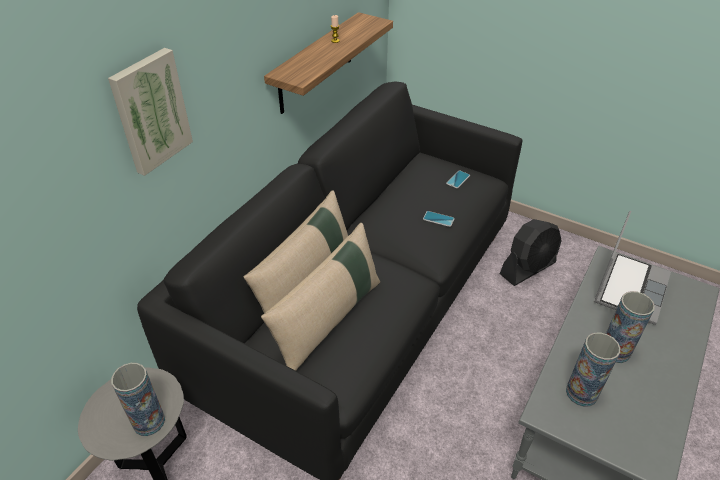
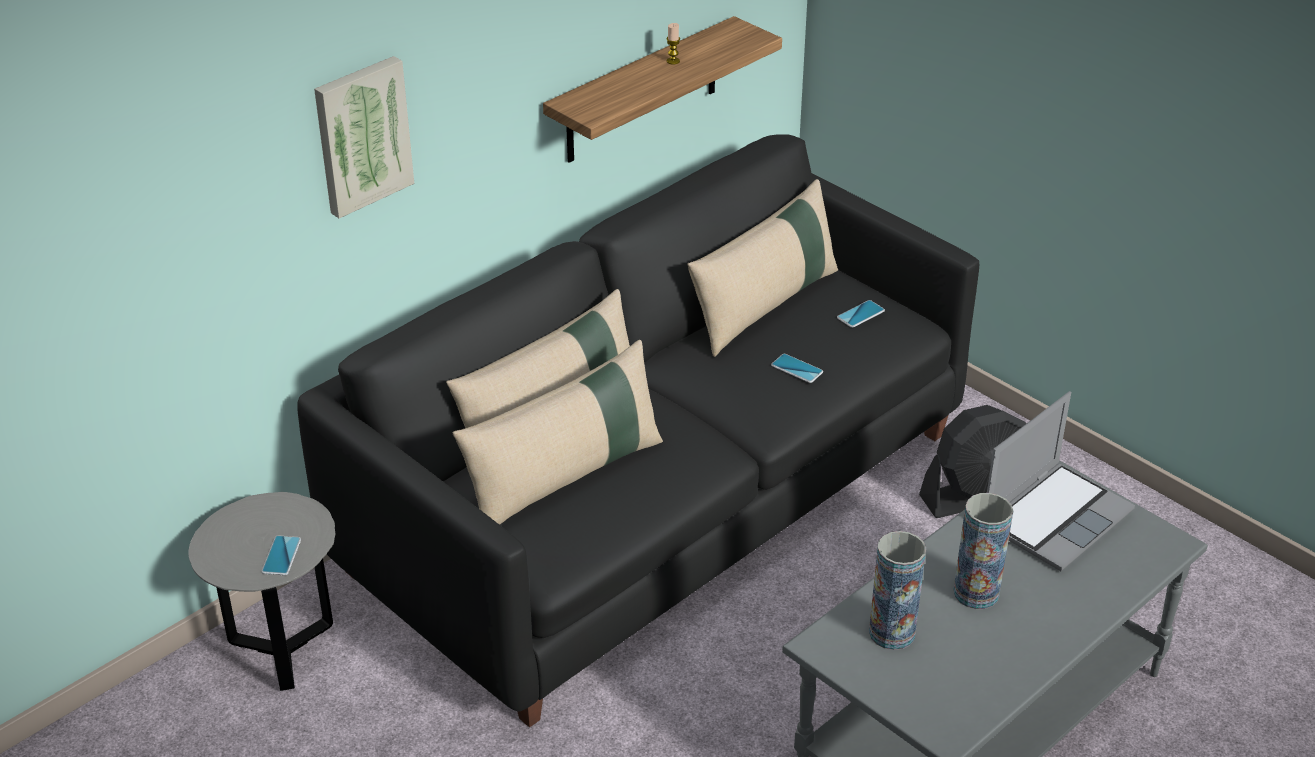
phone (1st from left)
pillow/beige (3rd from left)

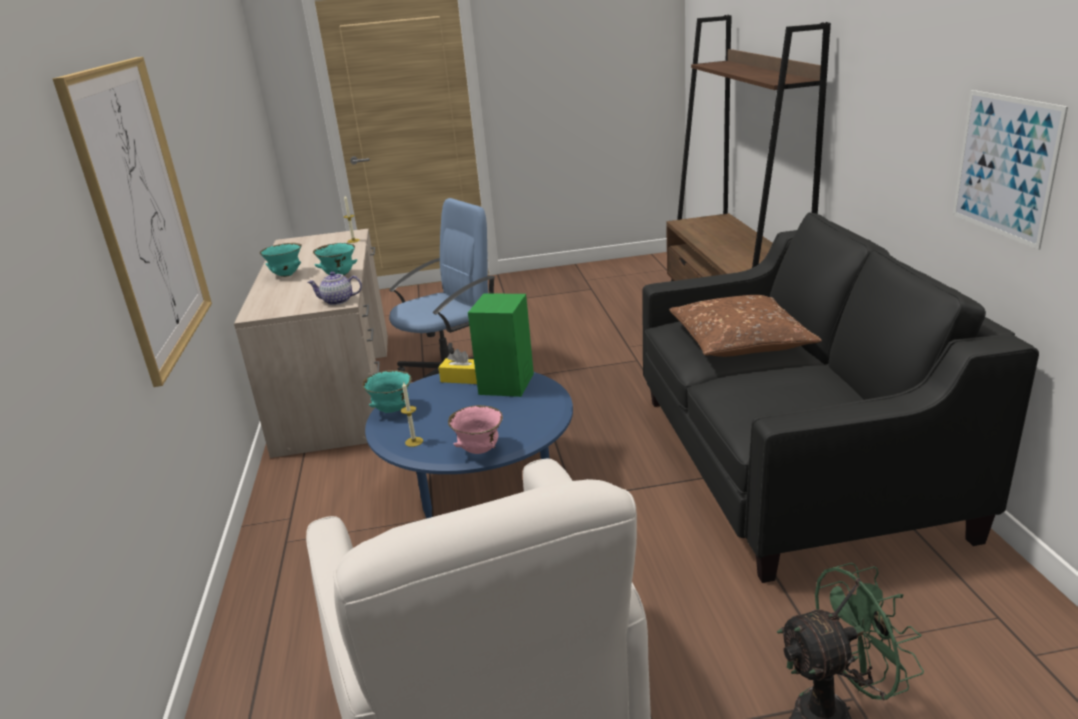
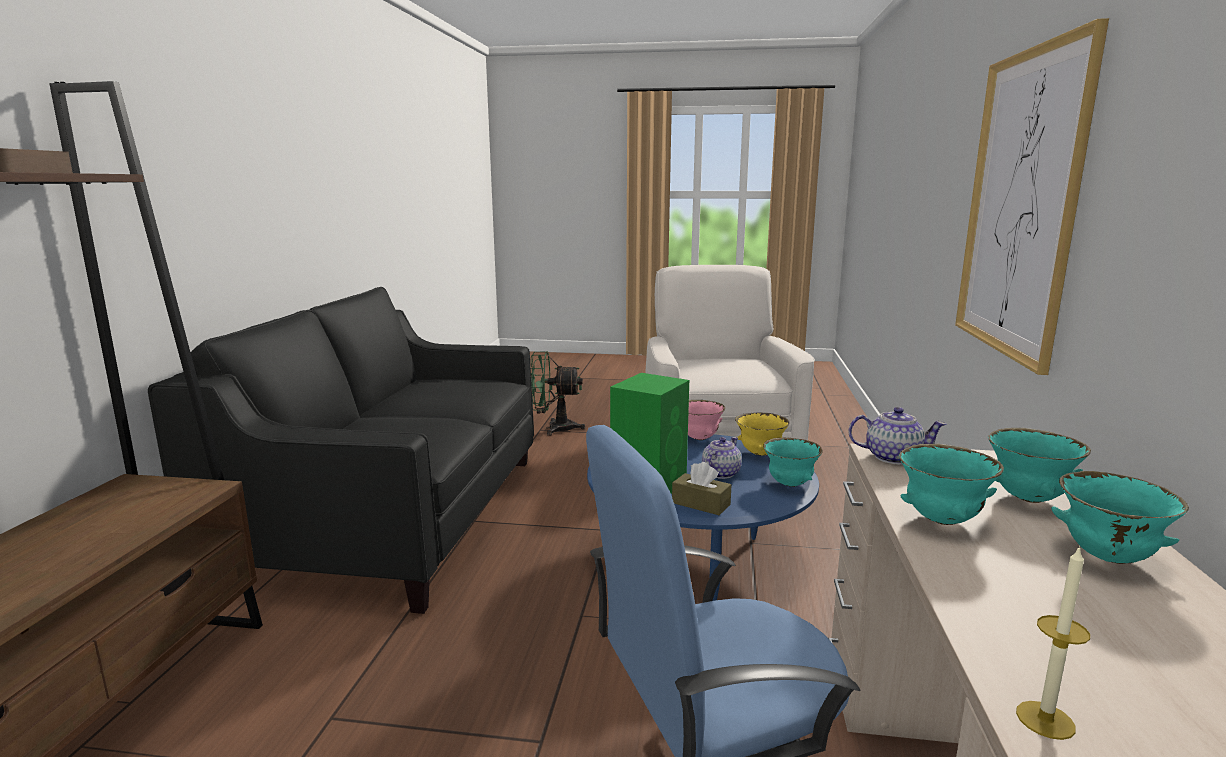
picture (2nd from left in the first image)
pillow/brown
tissue box/brown
bowl/yellow
bowl/turquoise (3rd from left)
teapot (1st from left)

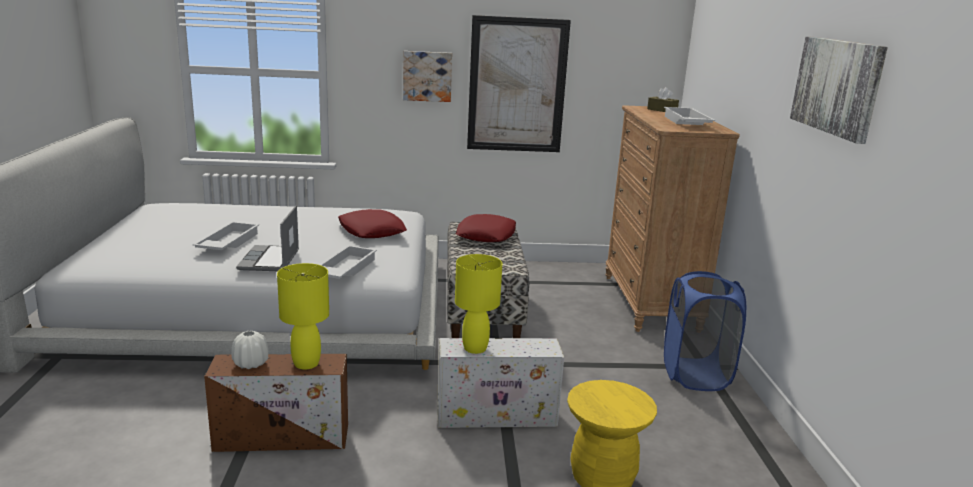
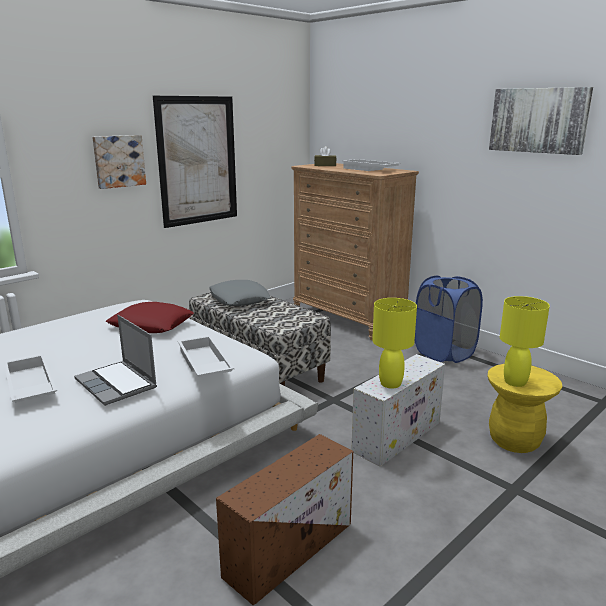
pillow/grey
table lamp/yellow (2nd from left)
vase/white

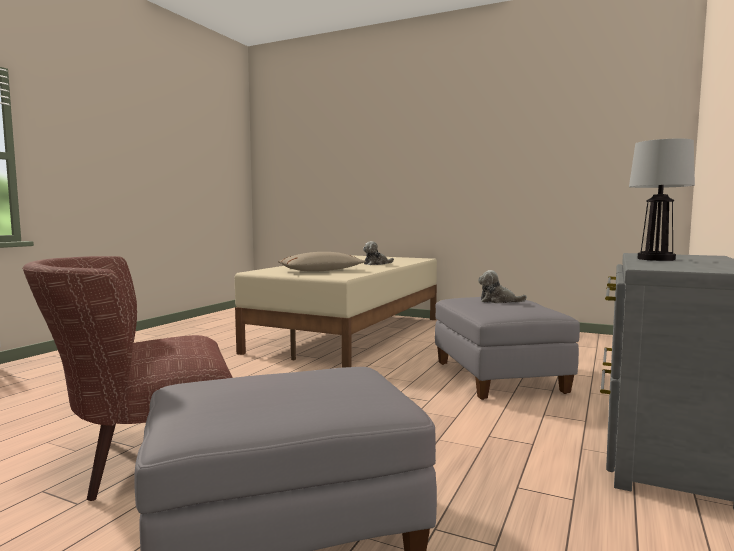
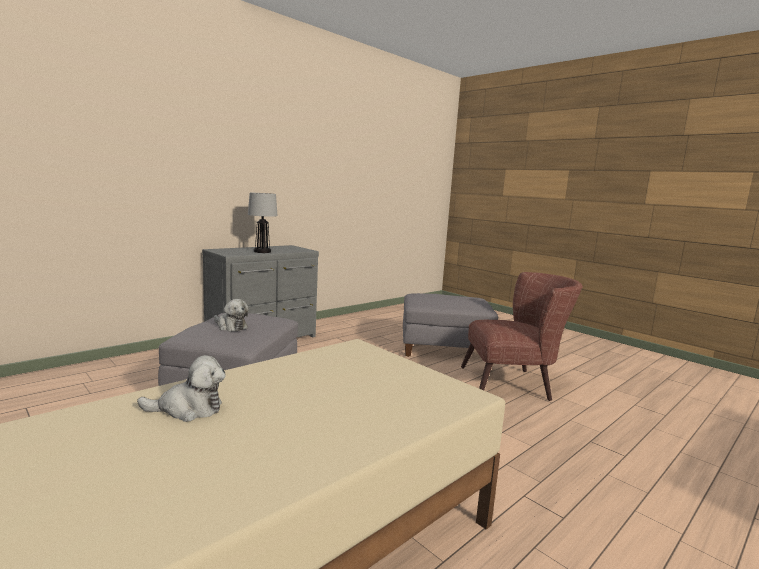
pillow/beige

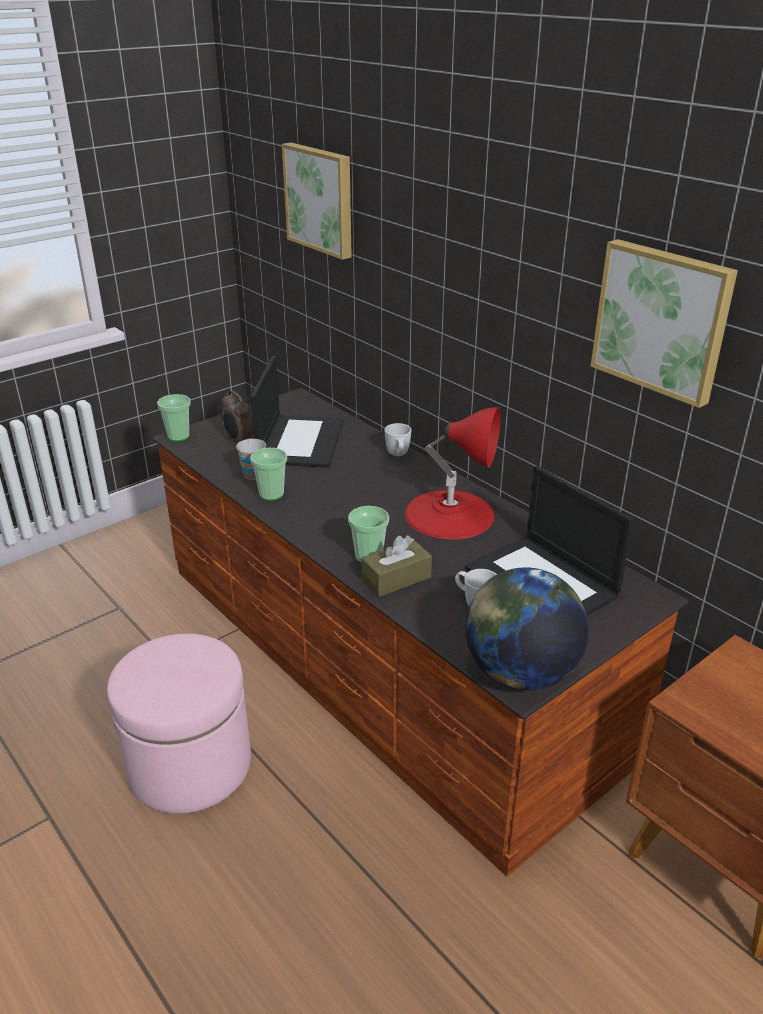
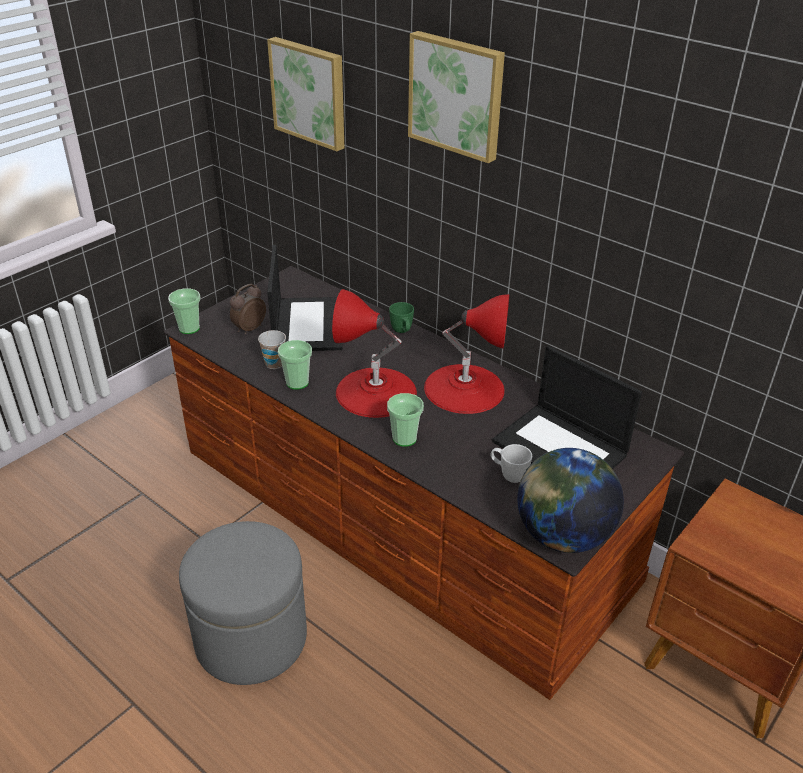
picture (2nd from left)
alarm clock
mug/green
tissue box/brown
ottoman/grey
table lamp/red (1st from left)

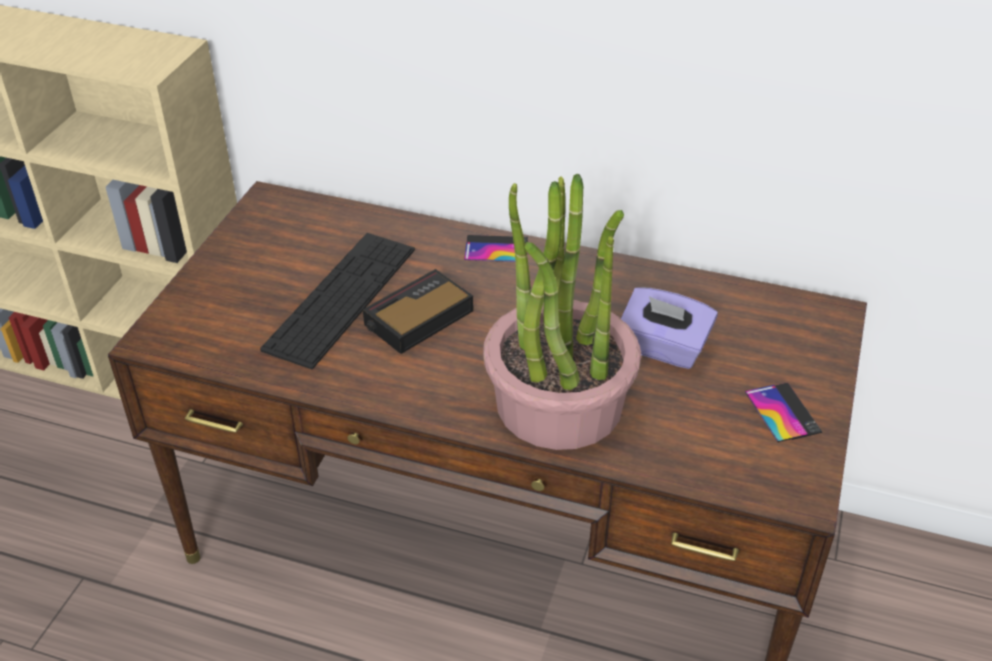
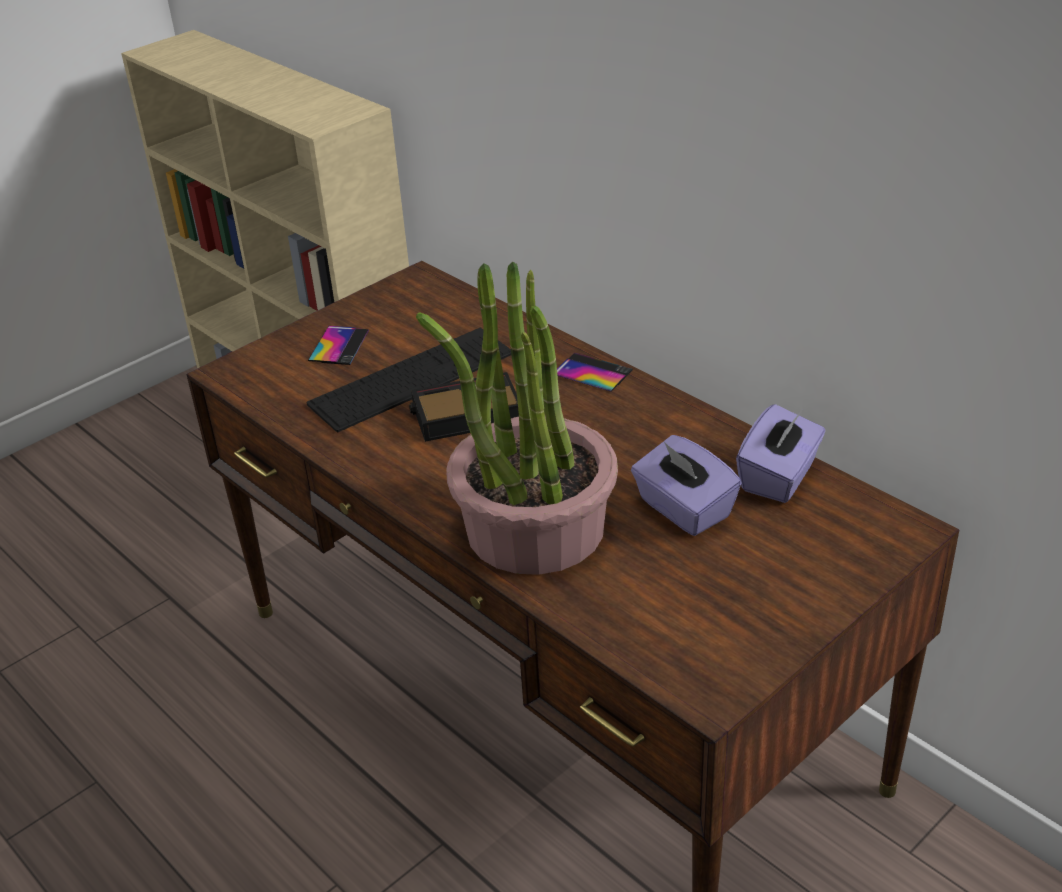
phone (1st from left)
tissue box/purple (2nd from left)

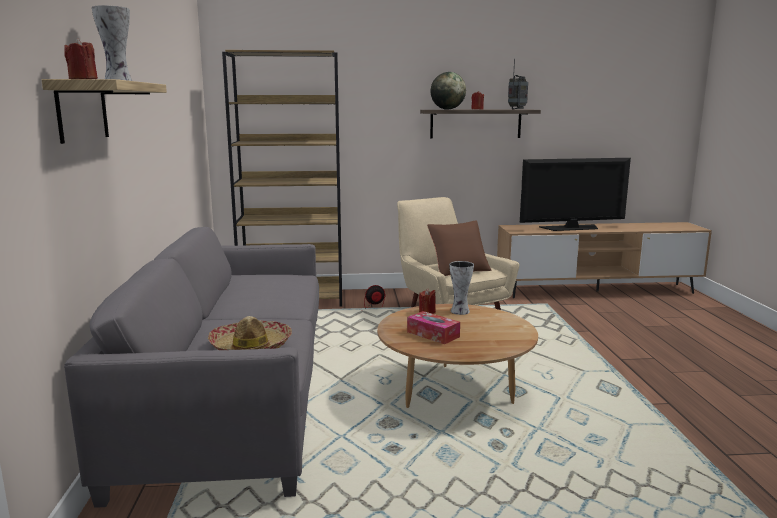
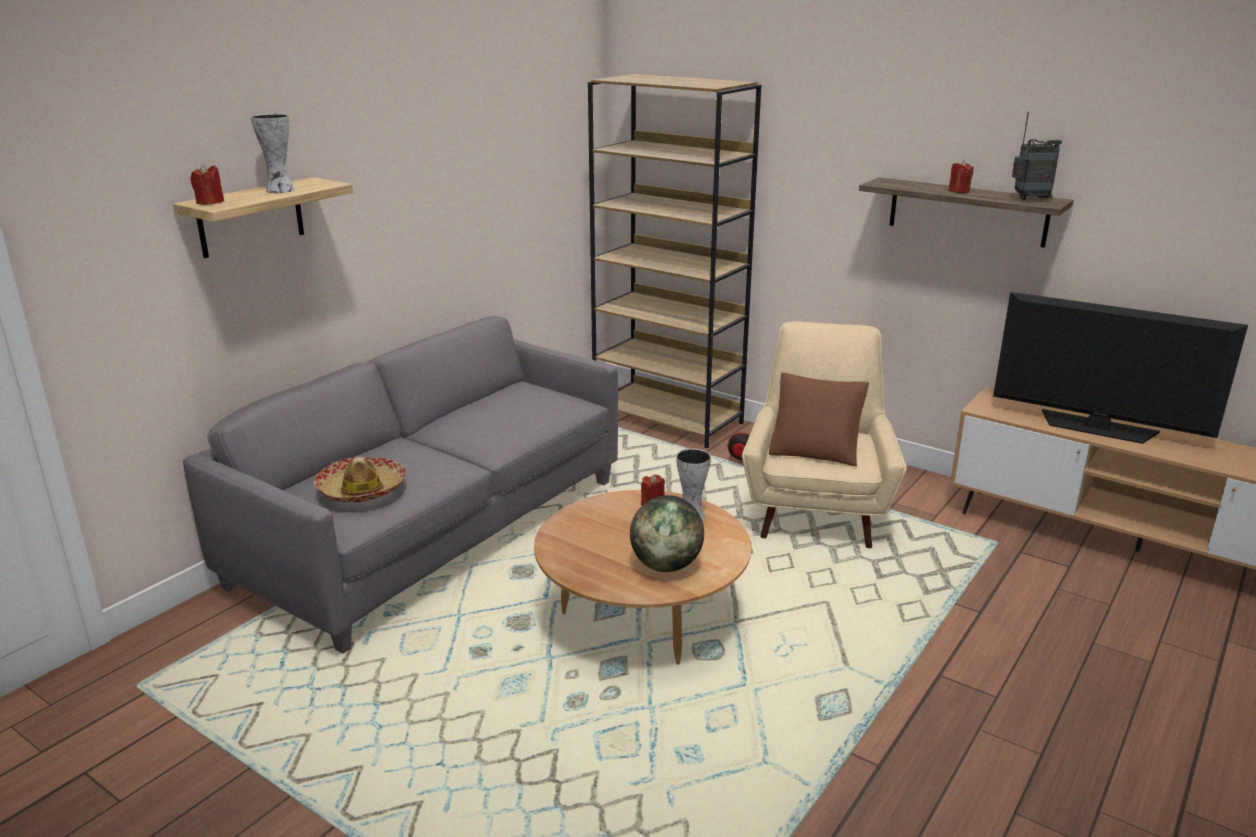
globe
tissue box

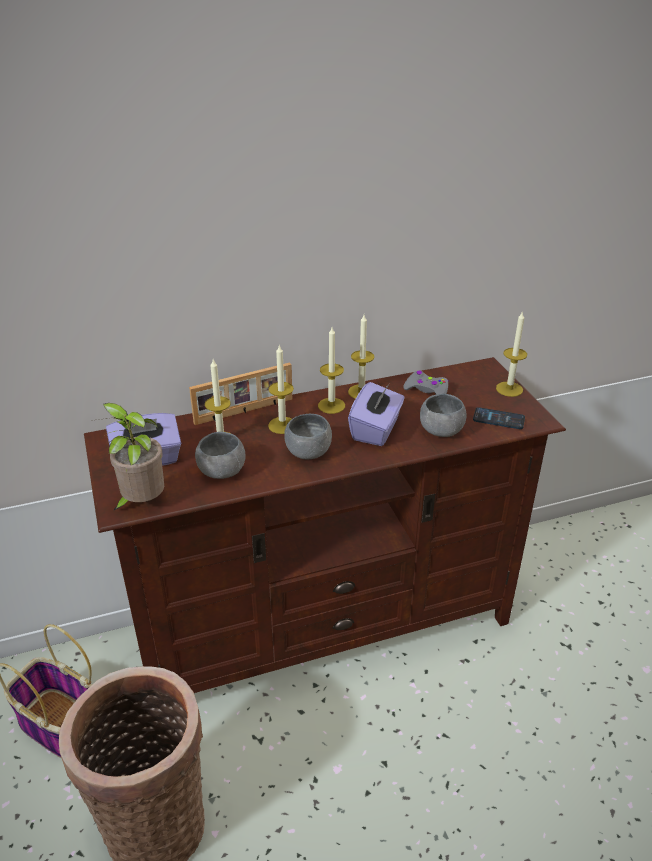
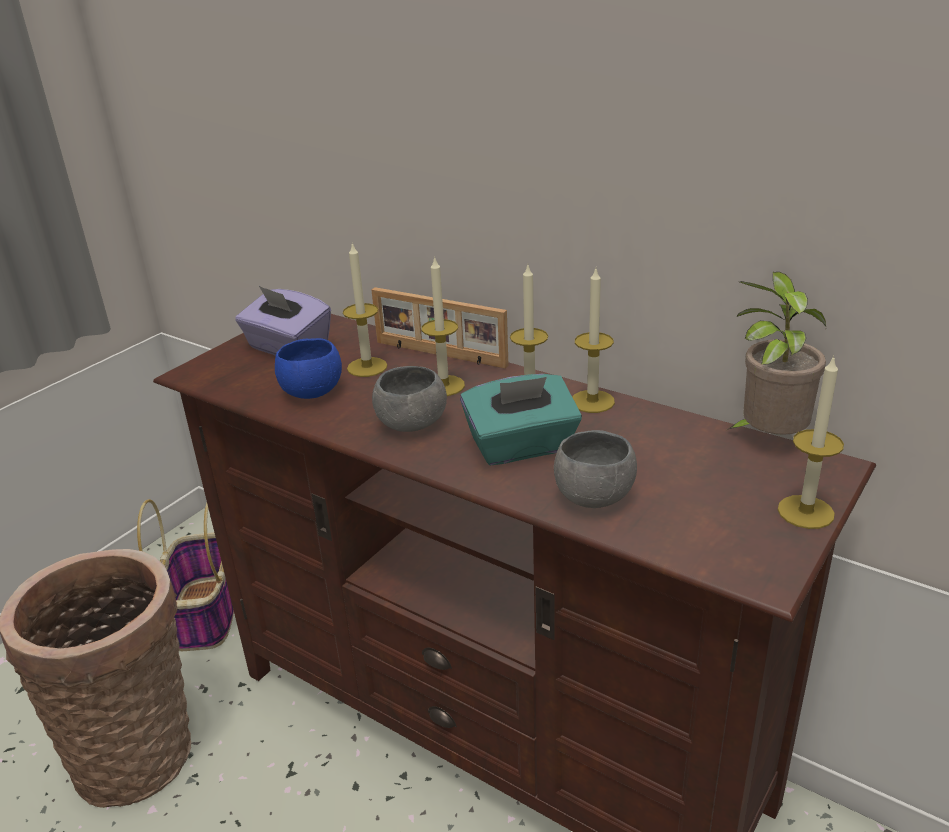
game controller/grey
tissue box/turquoise
potted plant
phone
bowl/blue

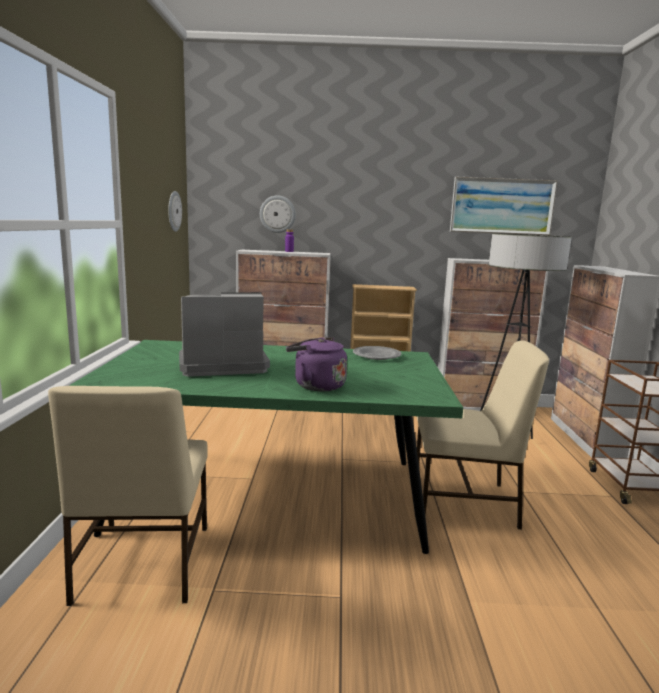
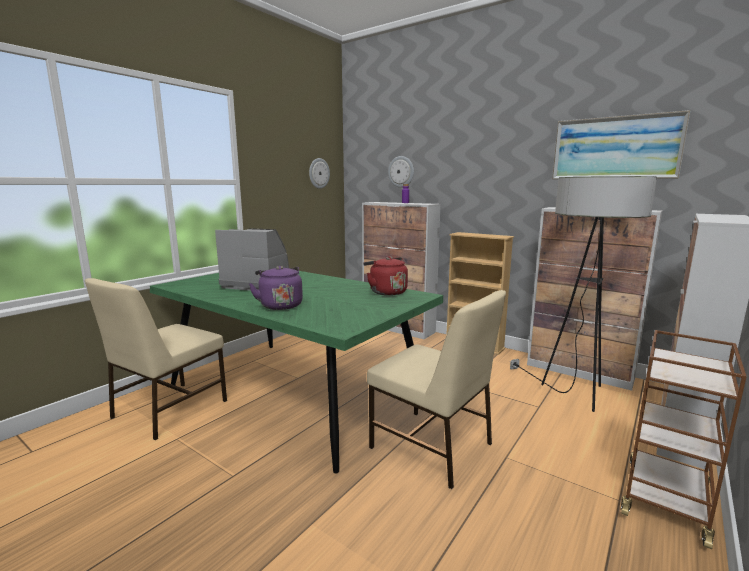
kettle/red

